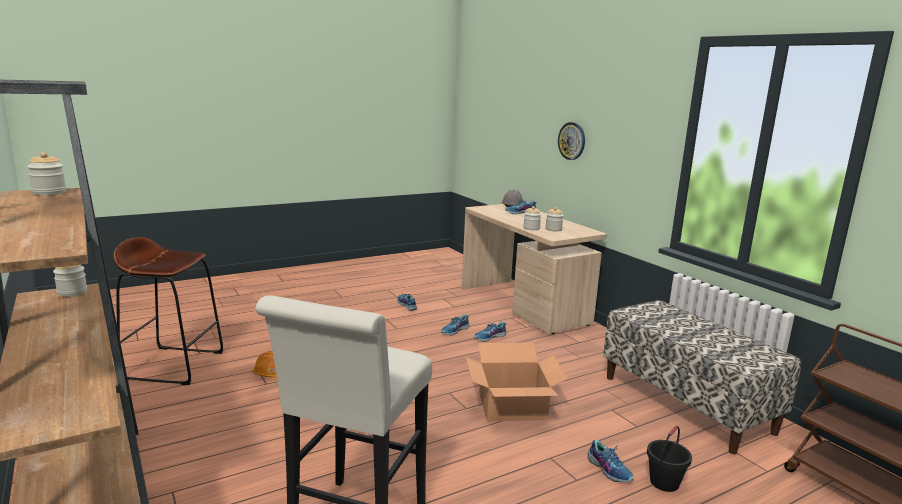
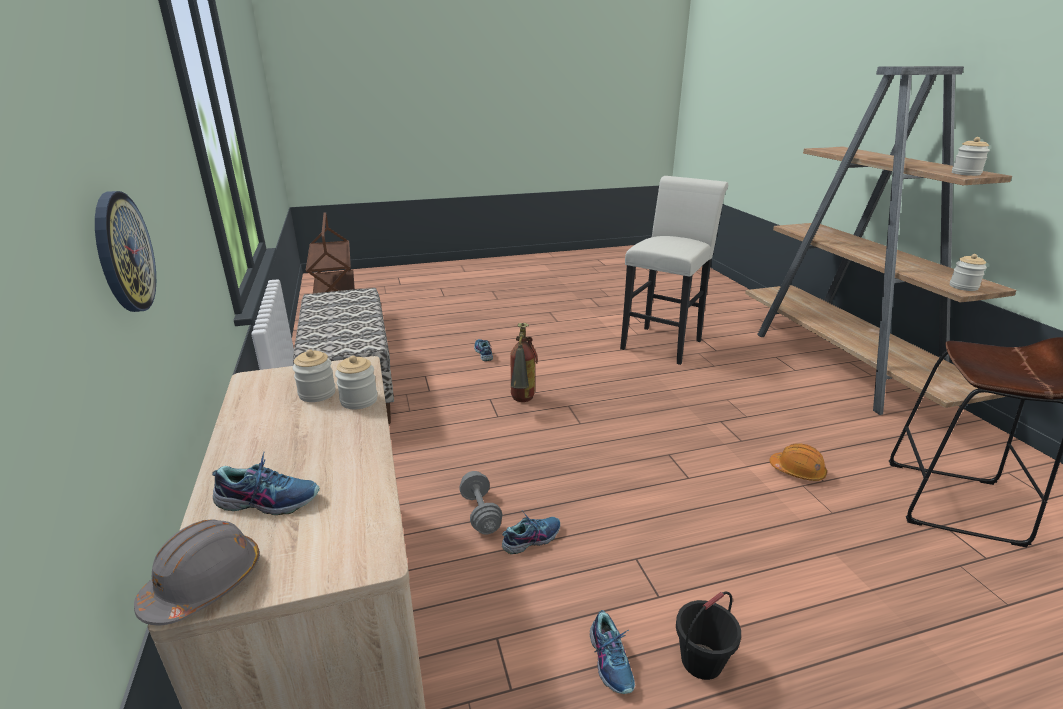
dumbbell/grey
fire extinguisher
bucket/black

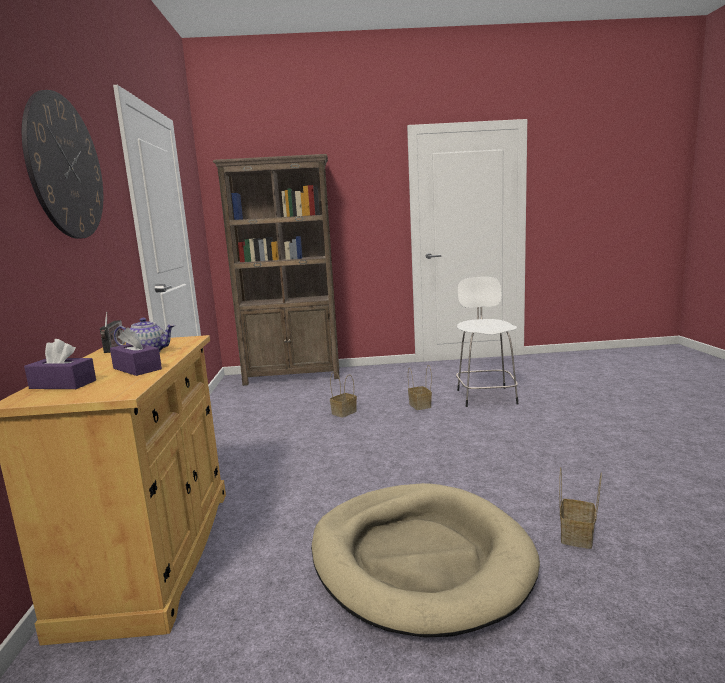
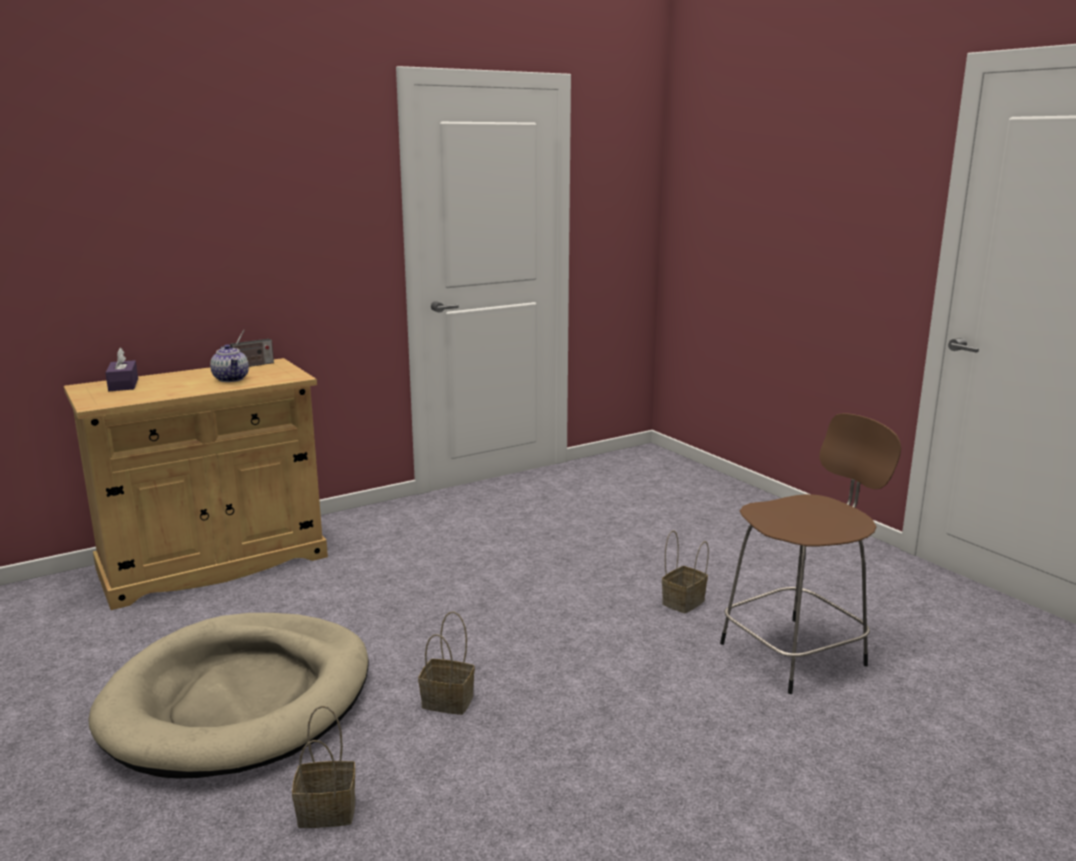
wall clock
bookcase/brown
stool/brown
tissue box/purple (2nd from left in the first image)
basket (2nd from left)

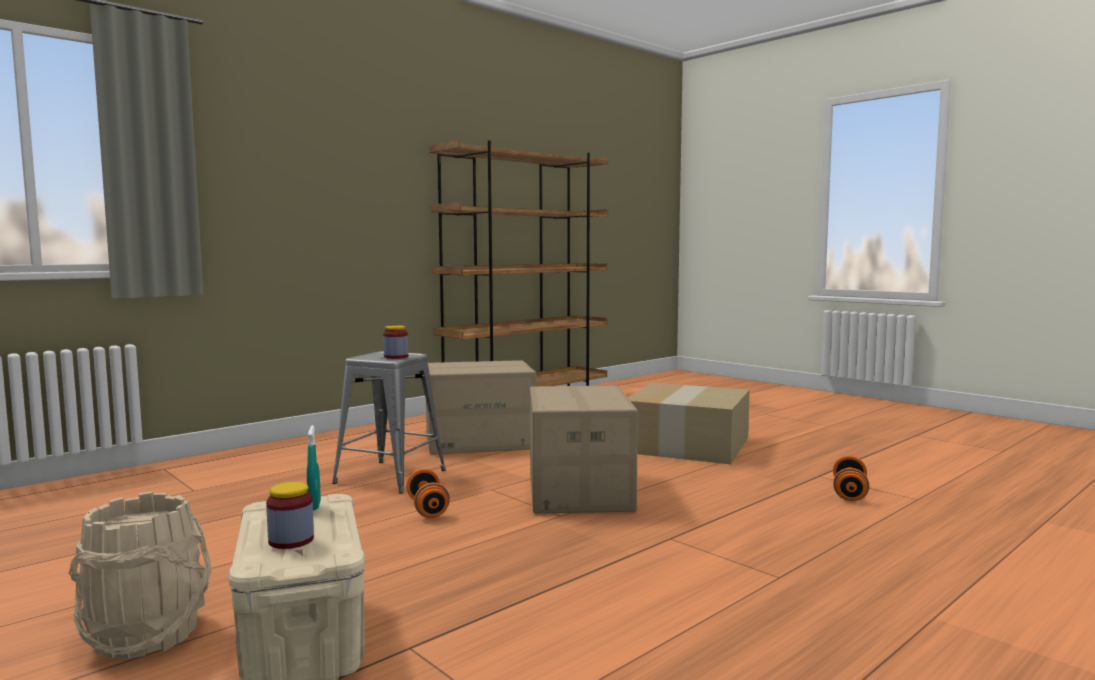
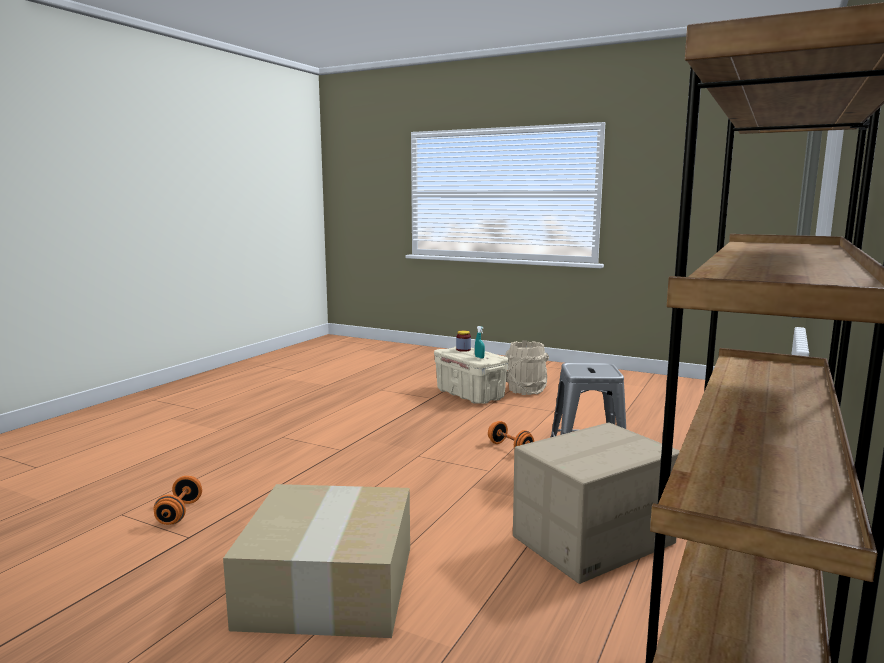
jar (2nd from left in the first image)
cardboard box (2nd from left in the first image)

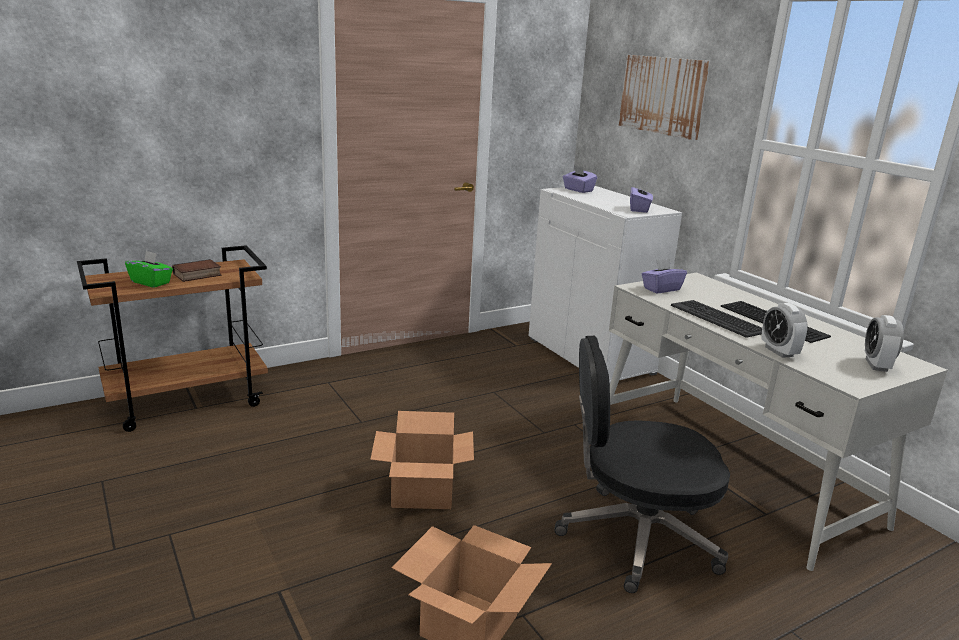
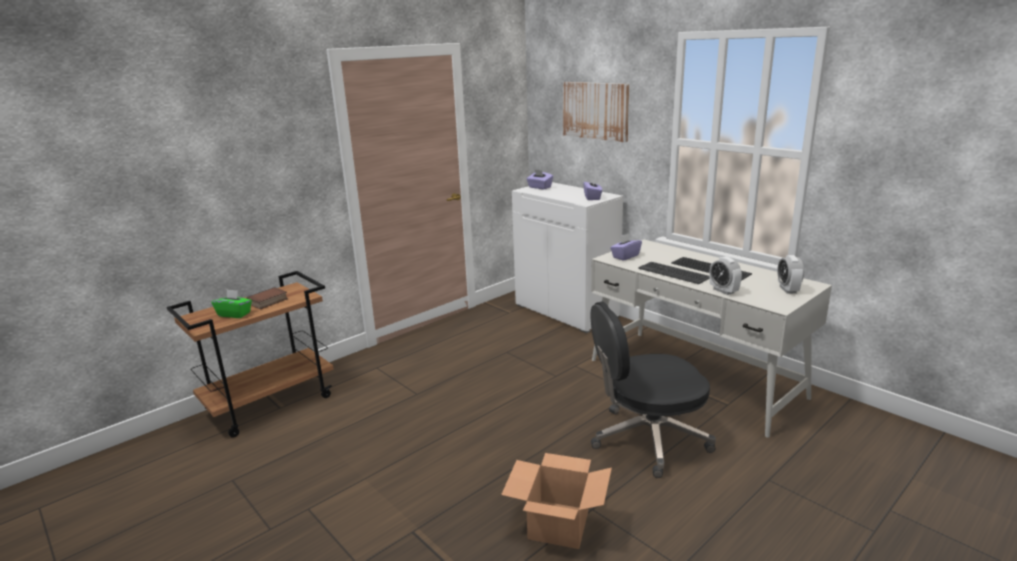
cardboard box (1st from left in the first image)

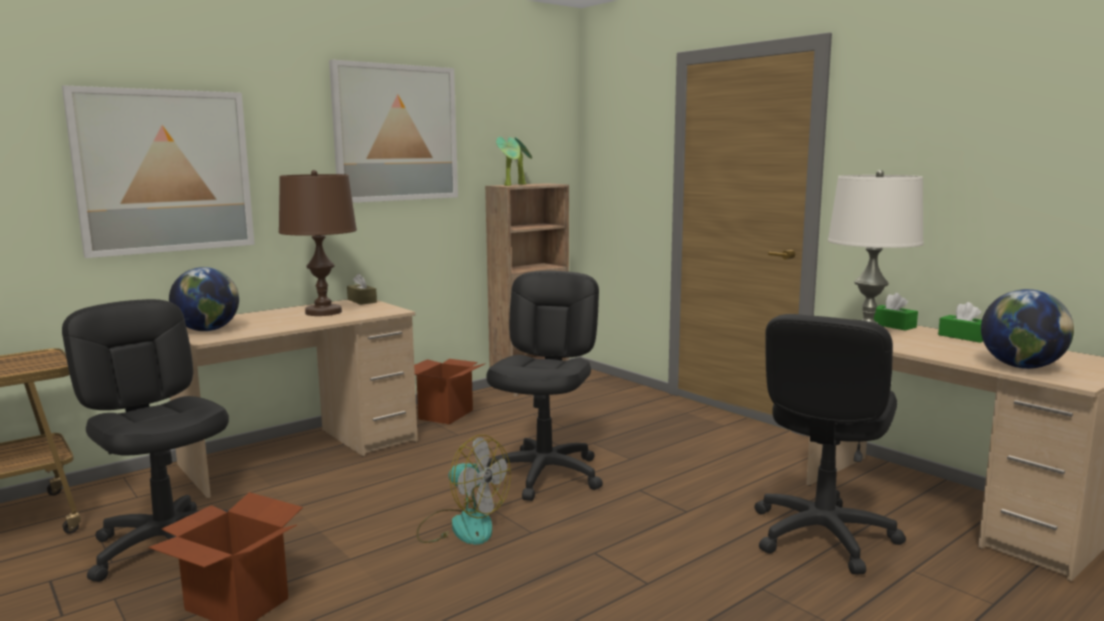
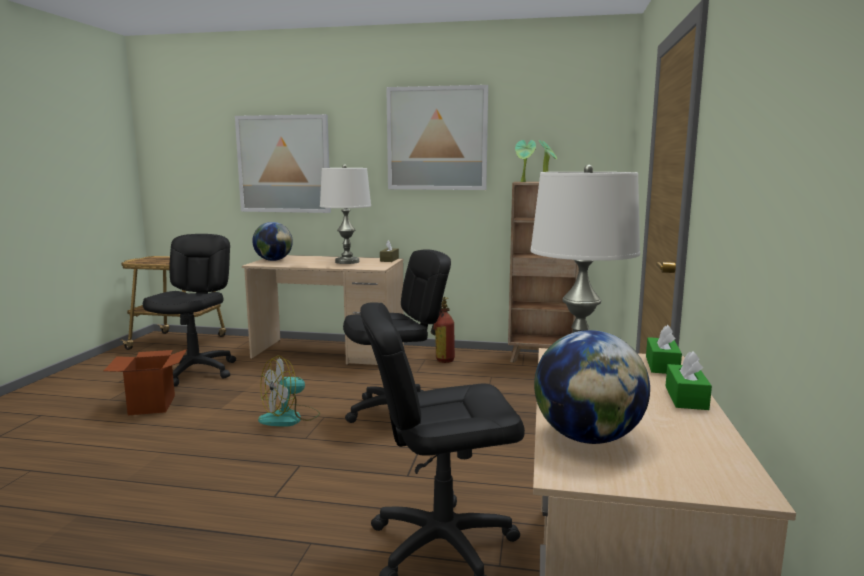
table lamp/white (1st from left)
fire extinguisher
fan

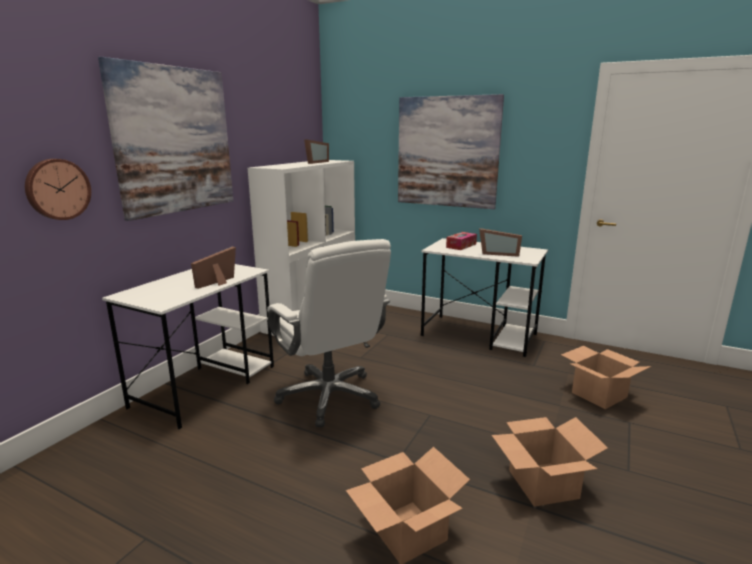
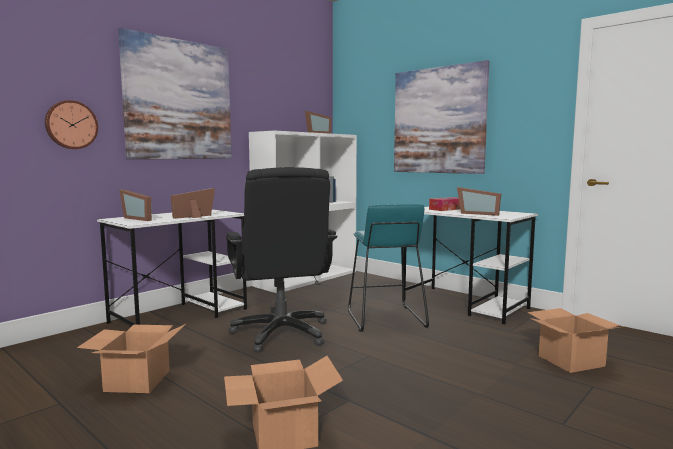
office chair/black
cardboard box (1st from left)
picture frame (1st from left)
stool/turquoise

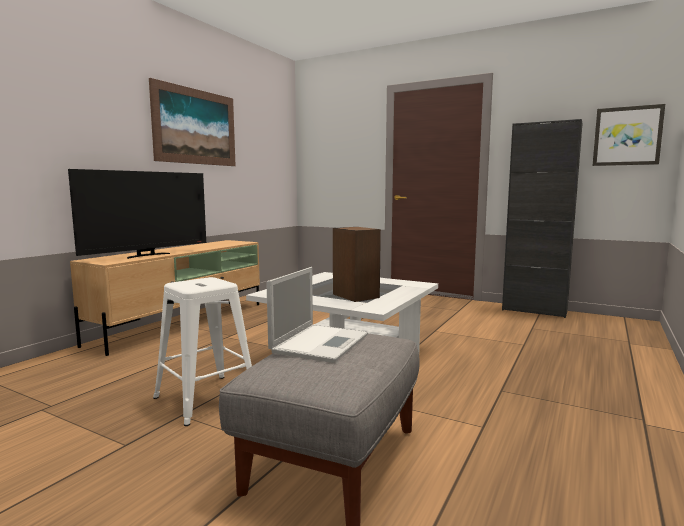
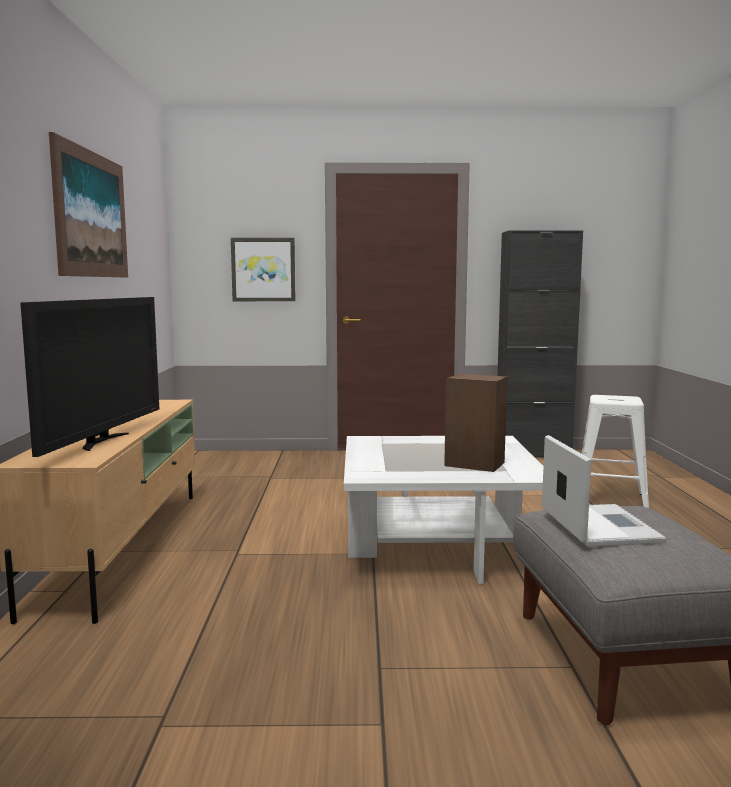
picture (2nd from left)
stool/white

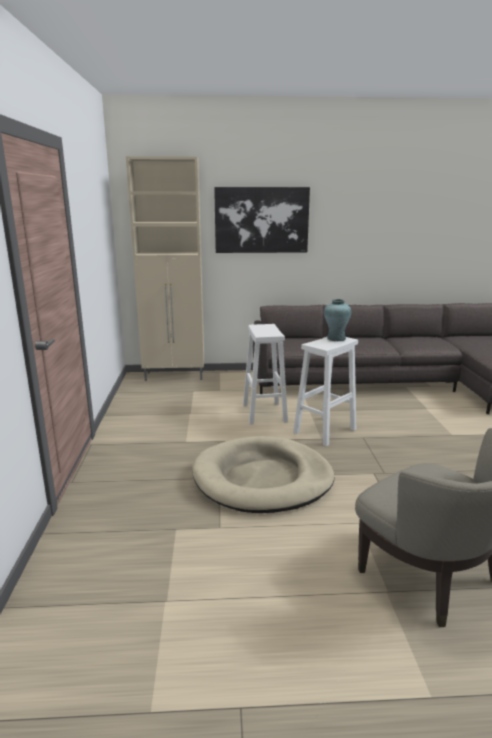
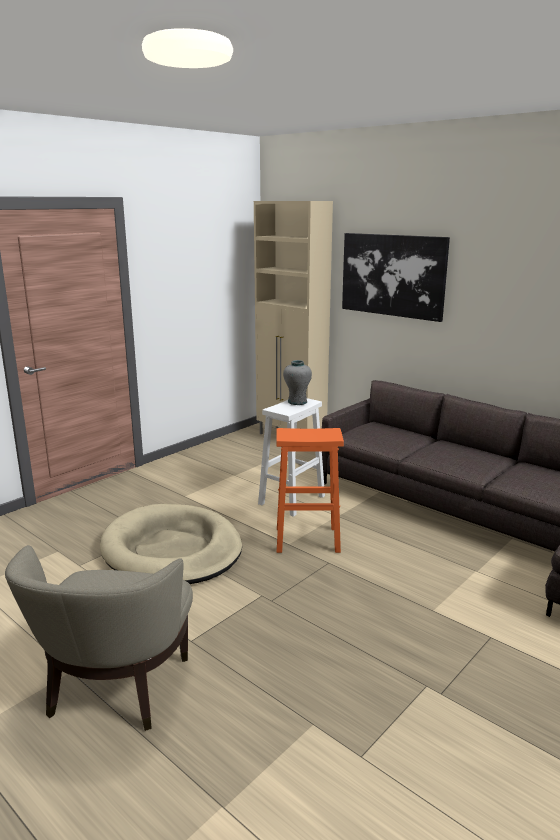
vase/turquoise
stool/orange
vase/grey

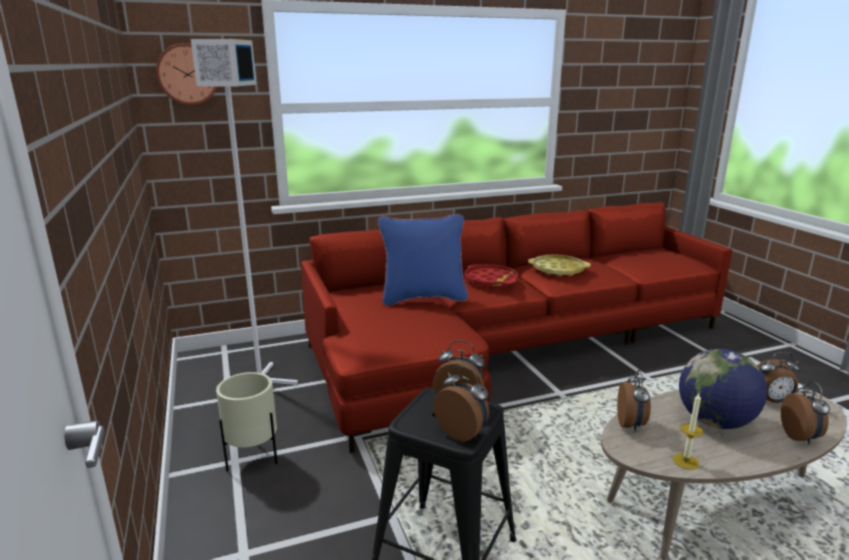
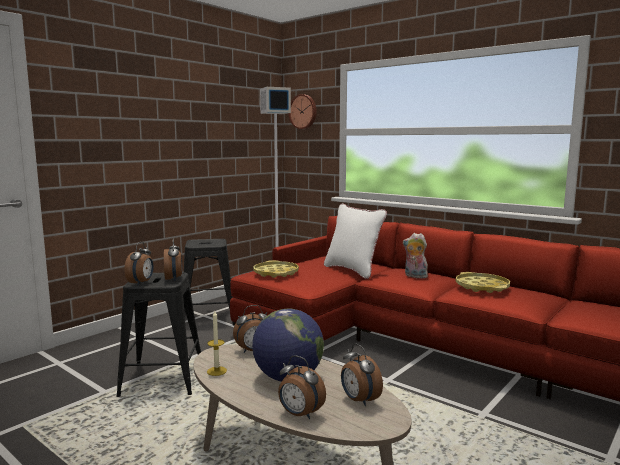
pillow/white
plush toy
stool/black (2nd from left)
alarm clock (4th from left)
tray/yellow (1st from left)

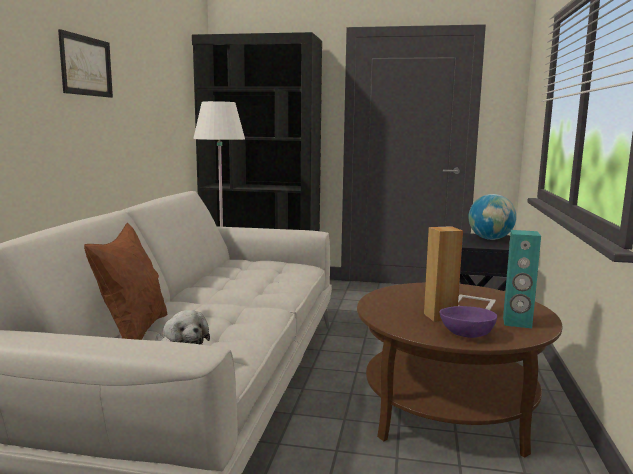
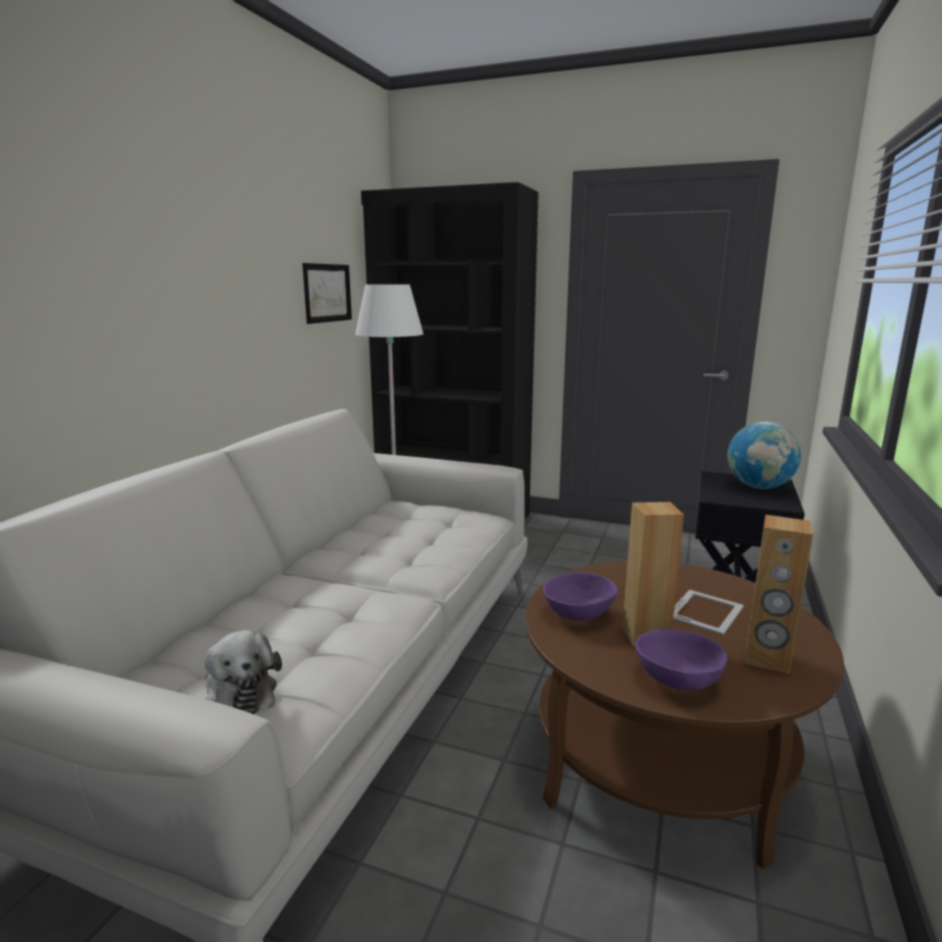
picture
pillow/brown
speaker/brown (2nd from left)
bowl/purple (1st from left)

